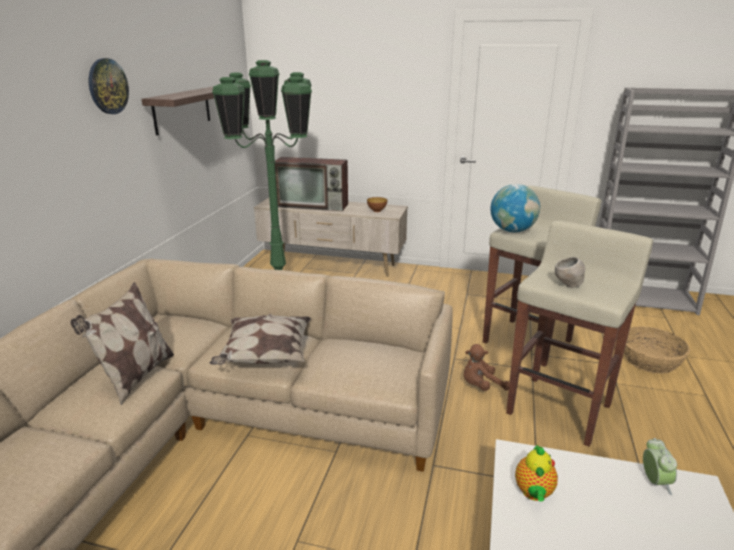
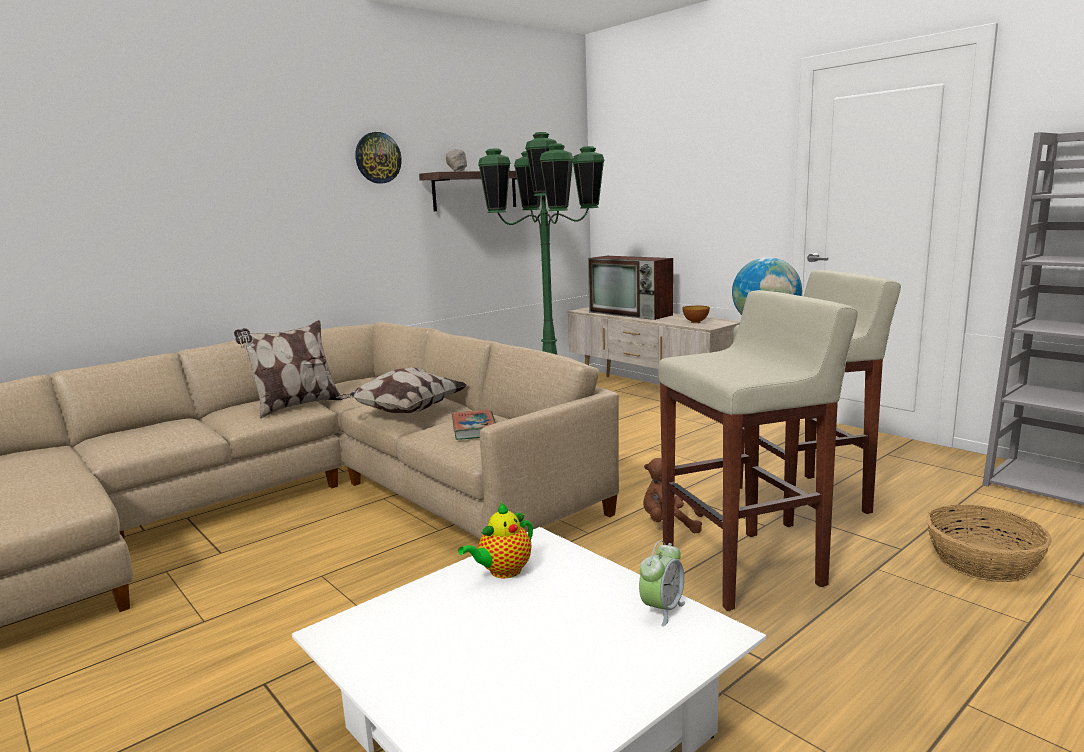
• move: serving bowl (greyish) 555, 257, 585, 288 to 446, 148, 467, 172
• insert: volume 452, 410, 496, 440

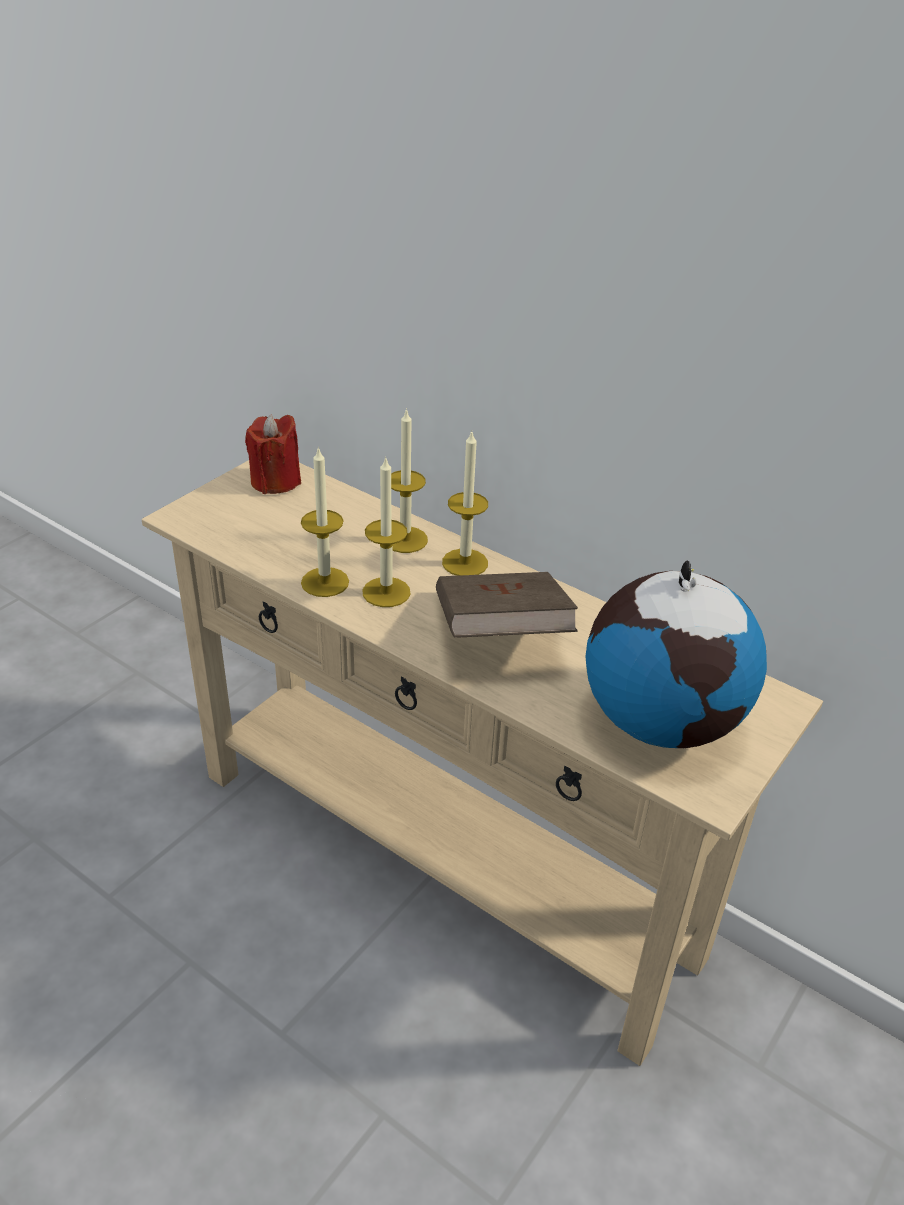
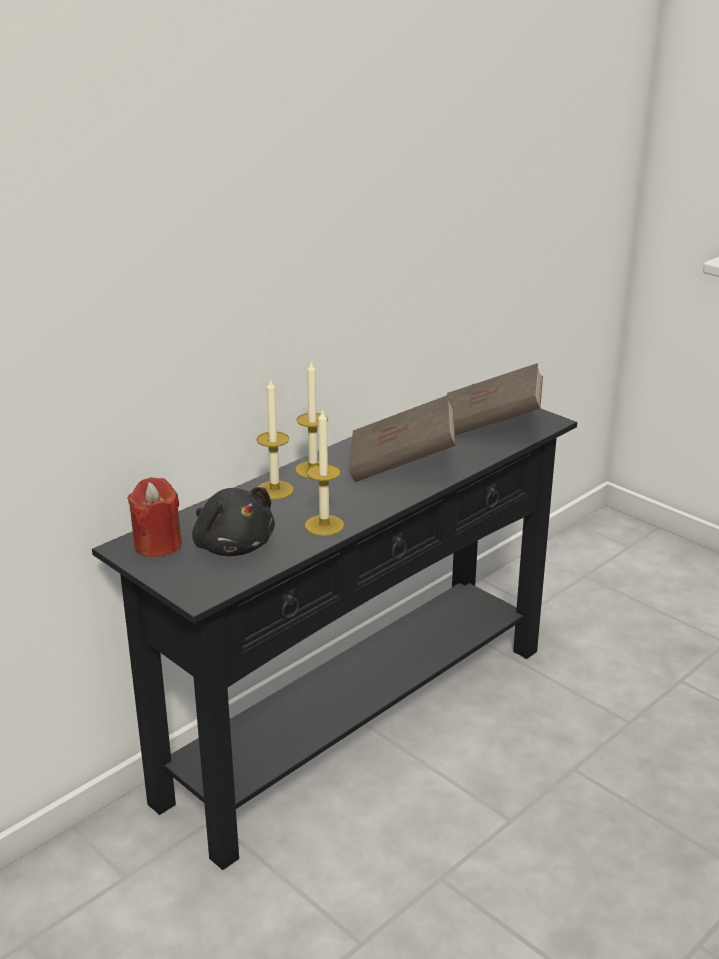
• recolor: console table (beige-coloured) 141, 460, 823, 1066 to console table (black-coloured) 92, 384, 577, 870
• delete: candle 363, 456, 410, 607
• replace: desk globe 586, 561, 767, 748 to volume (brown-coloured) 447, 363, 543, 435
• insert: plush toy (black-coloured) 192, 487, 275, 556

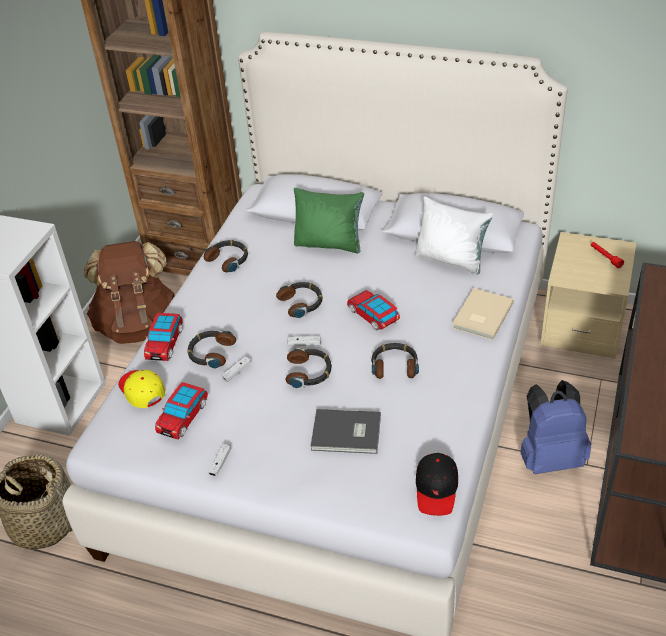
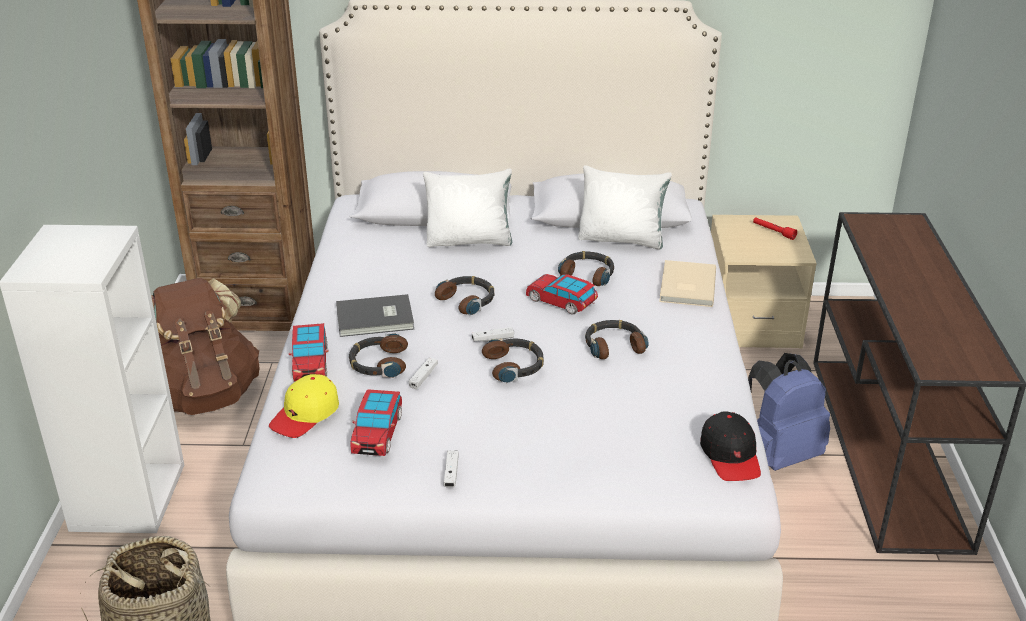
• rotate: cap (yellow-coloured) 118, 370, 165, 408 = 269, 374, 339, 438 90 degrees counterclockwise
• move: headphones 204, 240, 248, 272 to 558, 251, 614, 286
• recolor: throw pillow (green) 294, 188, 364, 253 to throw pillow (white) 423, 169, 512, 247
• move: volume (greyish) 311, 409, 381, 454 to 336, 294, 414, 337

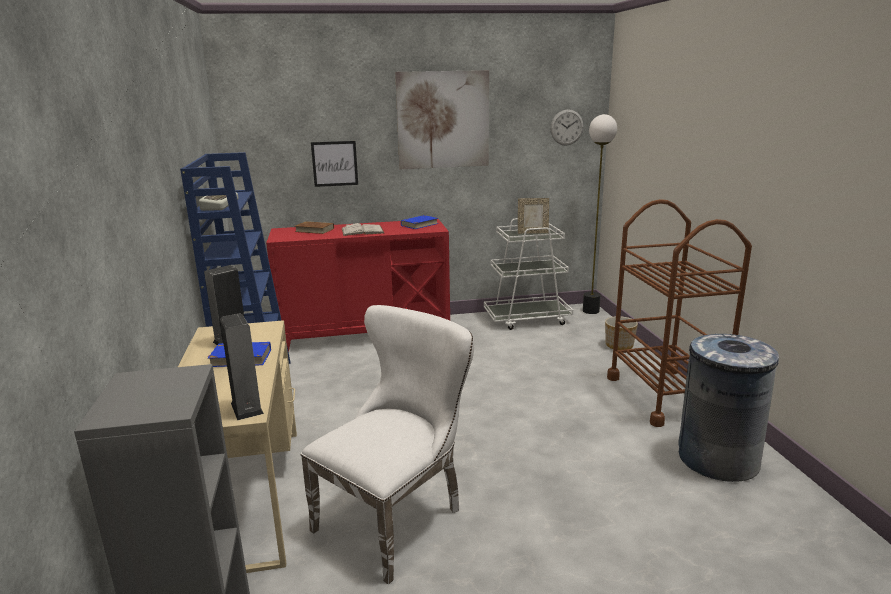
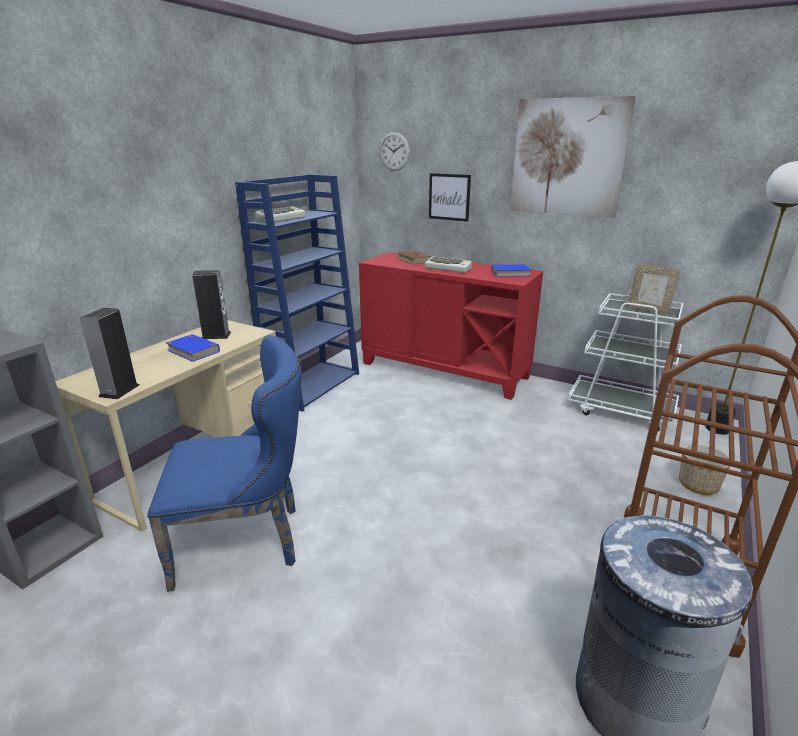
• recolor: plain chair (white) 301, 305, 474, 584 to plain chair (bluish) 147, 335, 301, 592
• replace: volume (white) 342, 223, 384, 236 to PC keyboard 425, 257, 472, 273
• move: hanging clock 550, 109, 584, 146 to 379, 132, 410, 171

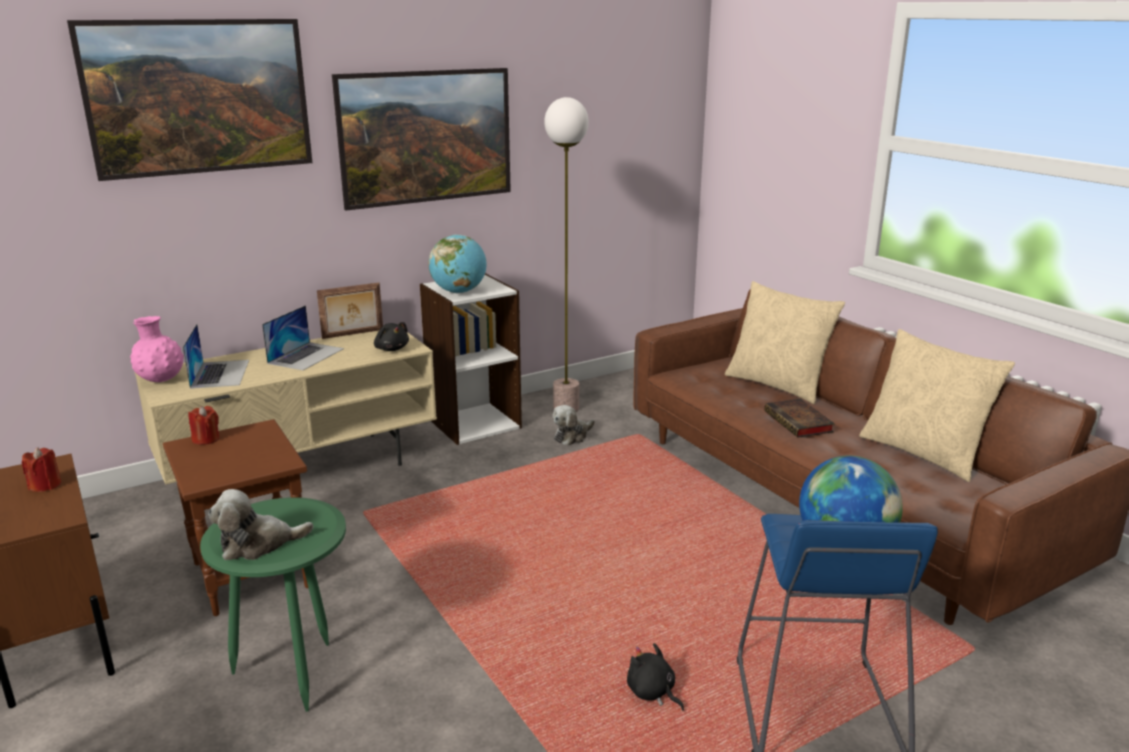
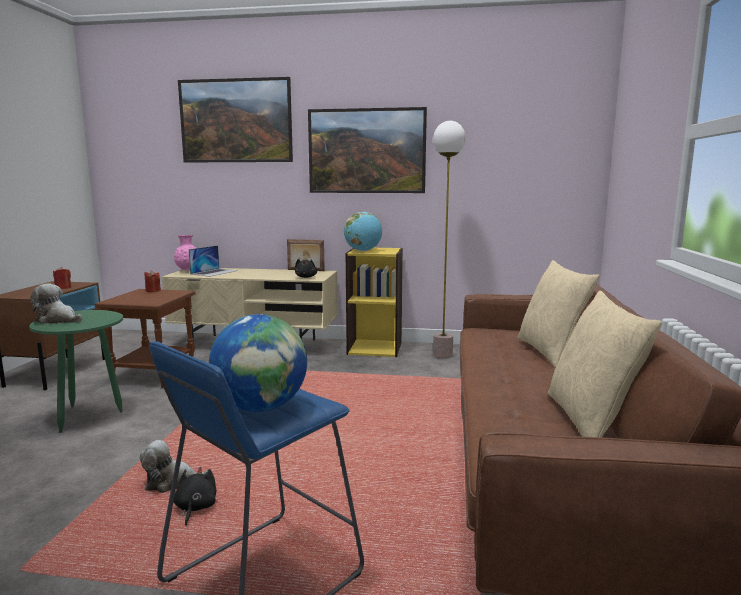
• delete: portable computer 262, 305, 344, 370
• recolor: bookshelf (white) 420, 273, 522, 445 to bookshelf (yellow-coloured) 346, 248, 403, 357
• move: plush toy 552, 405, 595, 446 to 140, 440, 207, 493
• delete: volume 764, 399, 835, 438

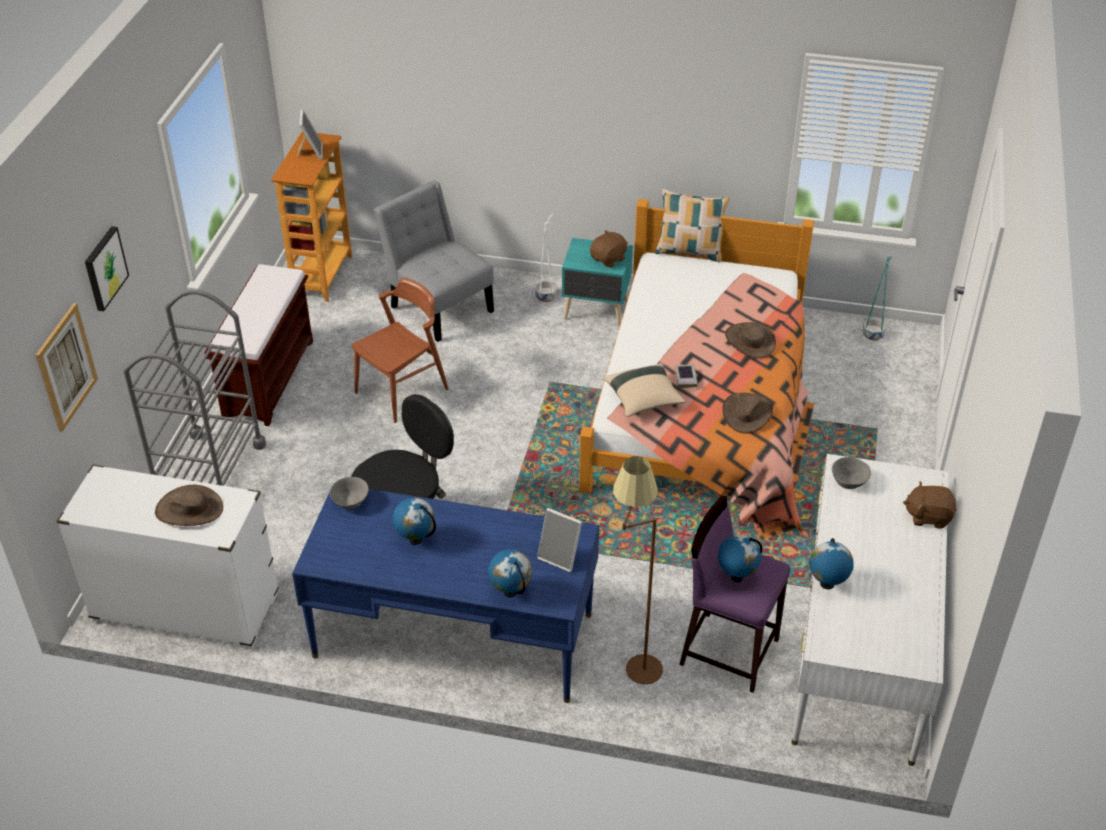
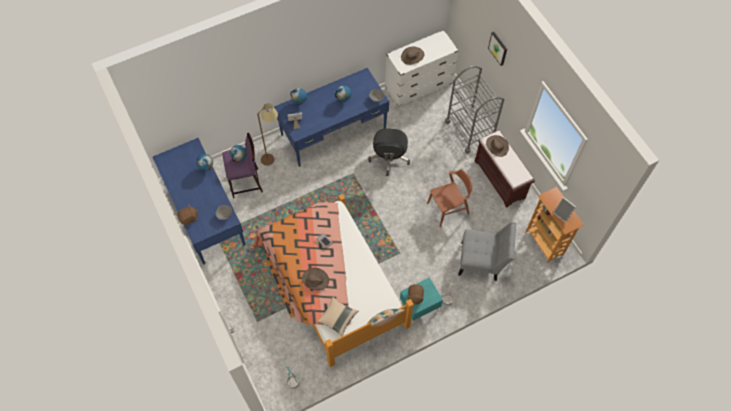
• delete: wall art 36, 303, 98, 432
• rotate: plain chair (brown-coloured) 352, 278, 449, 423 = 427, 169, 472, 227 120 degrees counterclockwise
• move: throw pillow (beige-coloured) 603, 363, 686, 417 to 317, 297, 358, 336
• move: wearable hat (brown-coloured) 722, 393, 773, 434 to 486, 135, 509, 157
• recolor: desk (white) 791, 454, 949, 766 to desk (bluish) 153, 138, 246, 264

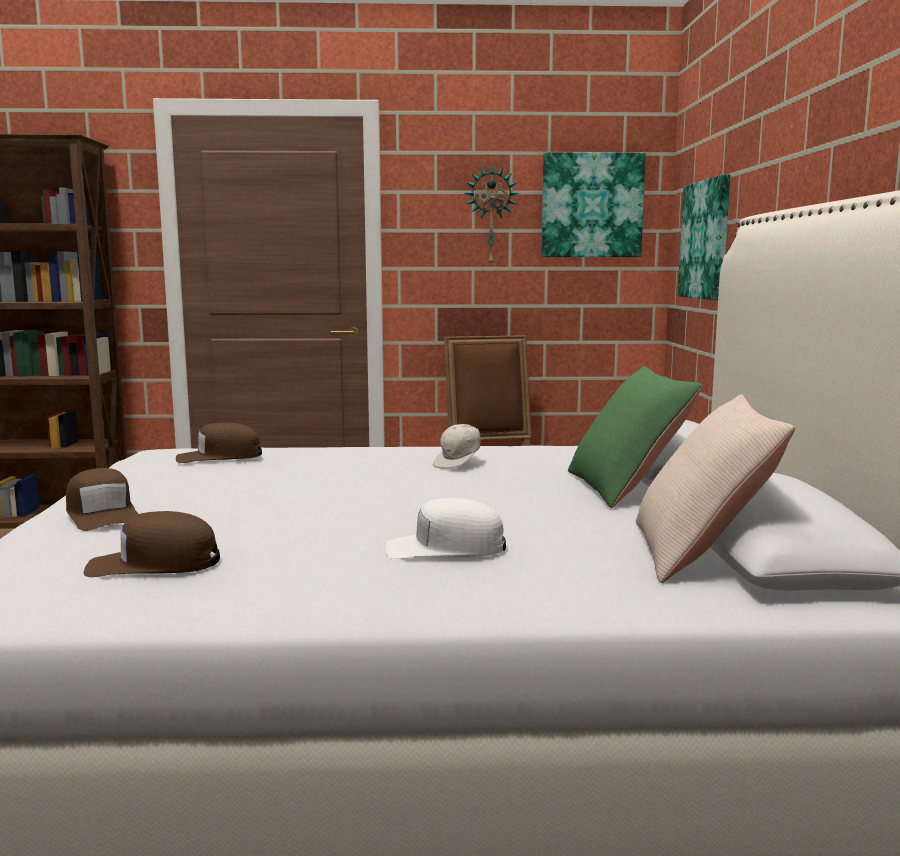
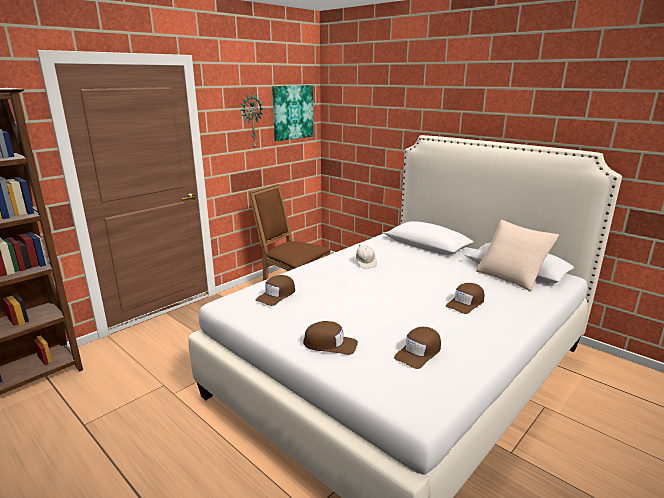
• recolor: cap (white) 386, 498, 506, 559 to cap (brown-coloured) 446, 283, 484, 314
• delete: throw pillow (green) 568, 366, 703, 508
• delete: wall art 678, 174, 730, 300

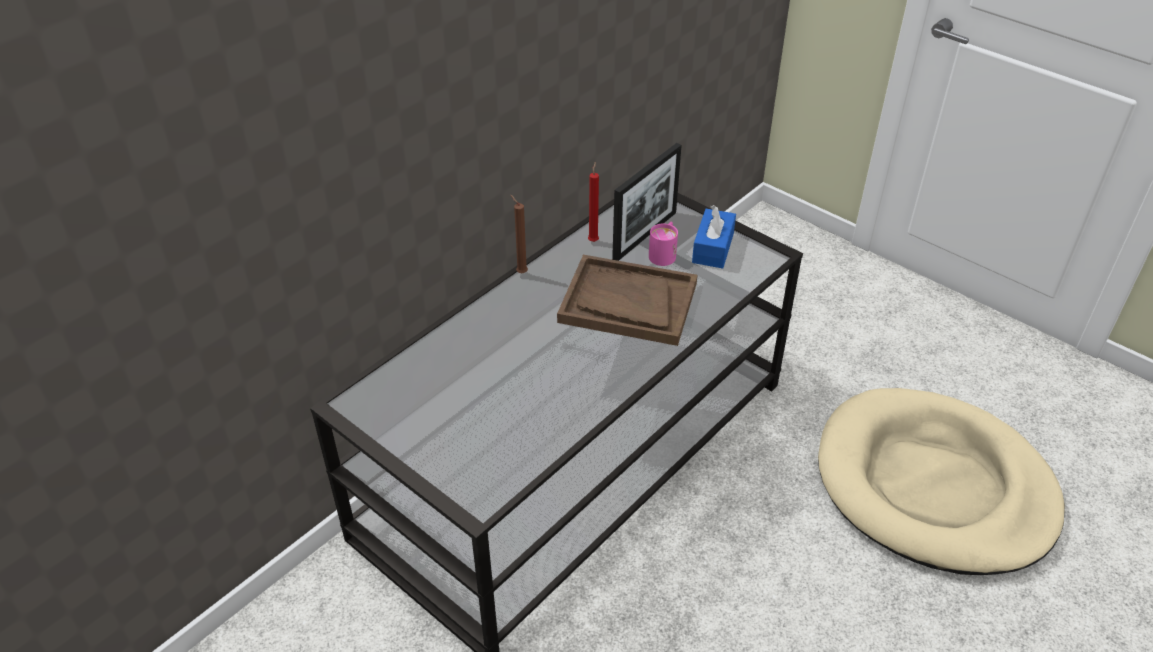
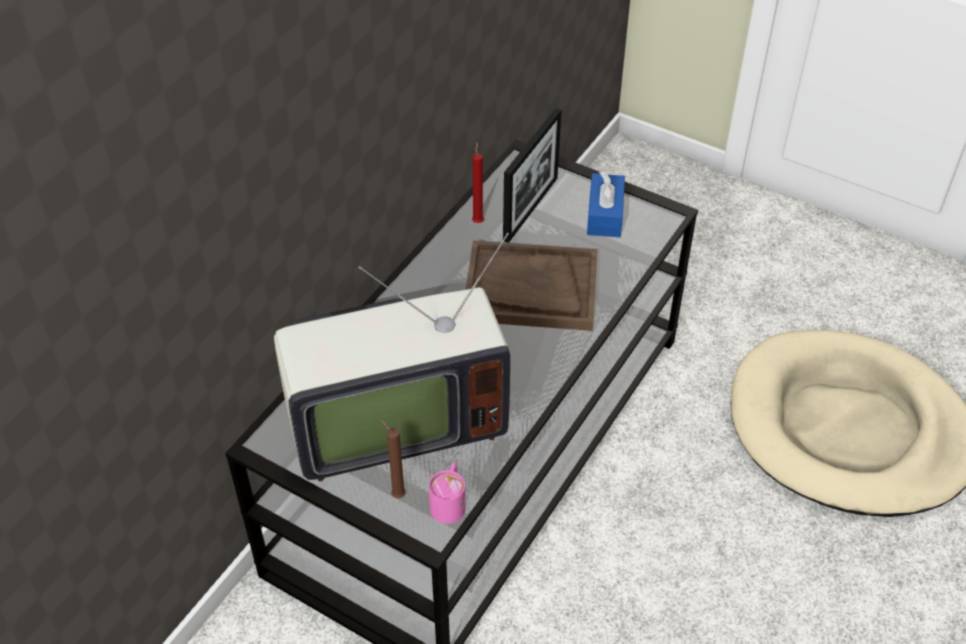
• move: candle (brown-coloured) 511, 195, 528, 273 to 381, 421, 406, 498
• move: tea mug (pink-coloured) 649, 222, 678, 266 to 429, 462, 466, 524
• insert: television 274, 233, 510, 482

